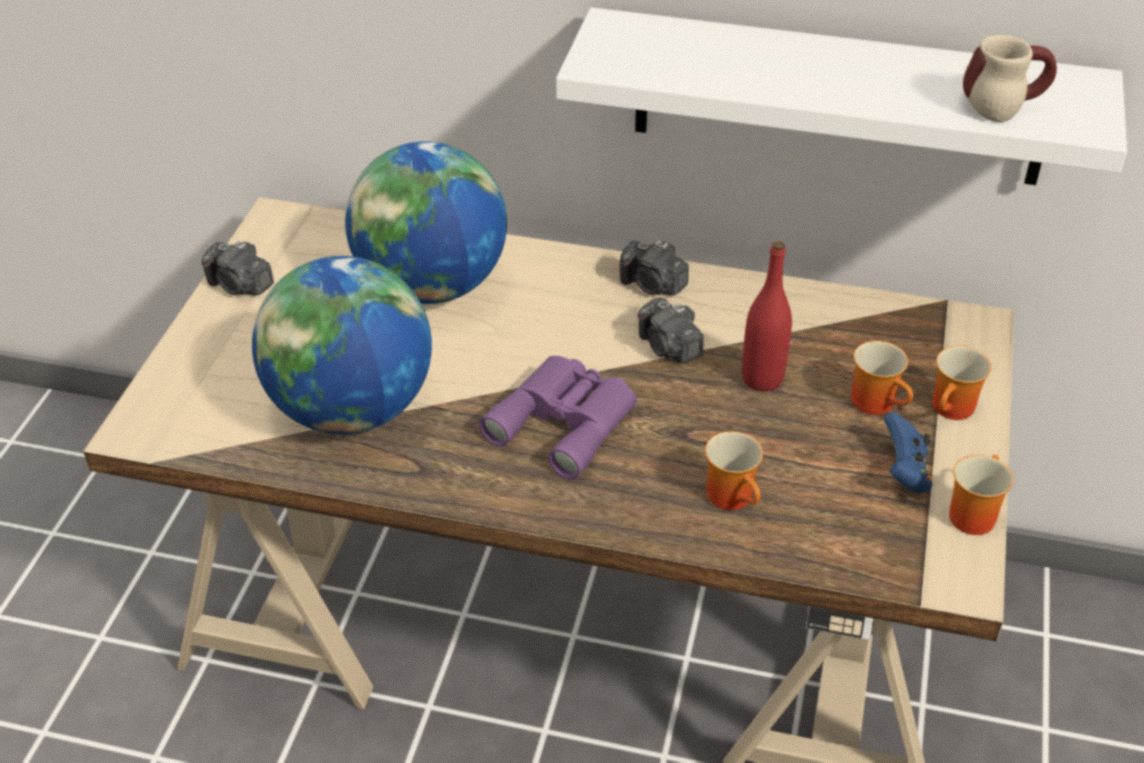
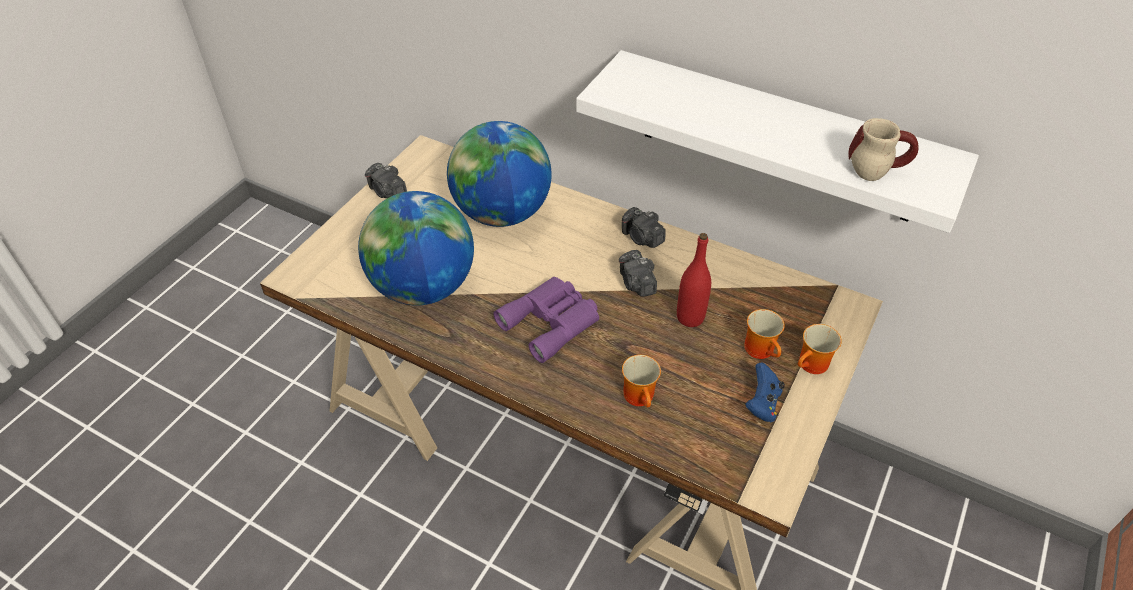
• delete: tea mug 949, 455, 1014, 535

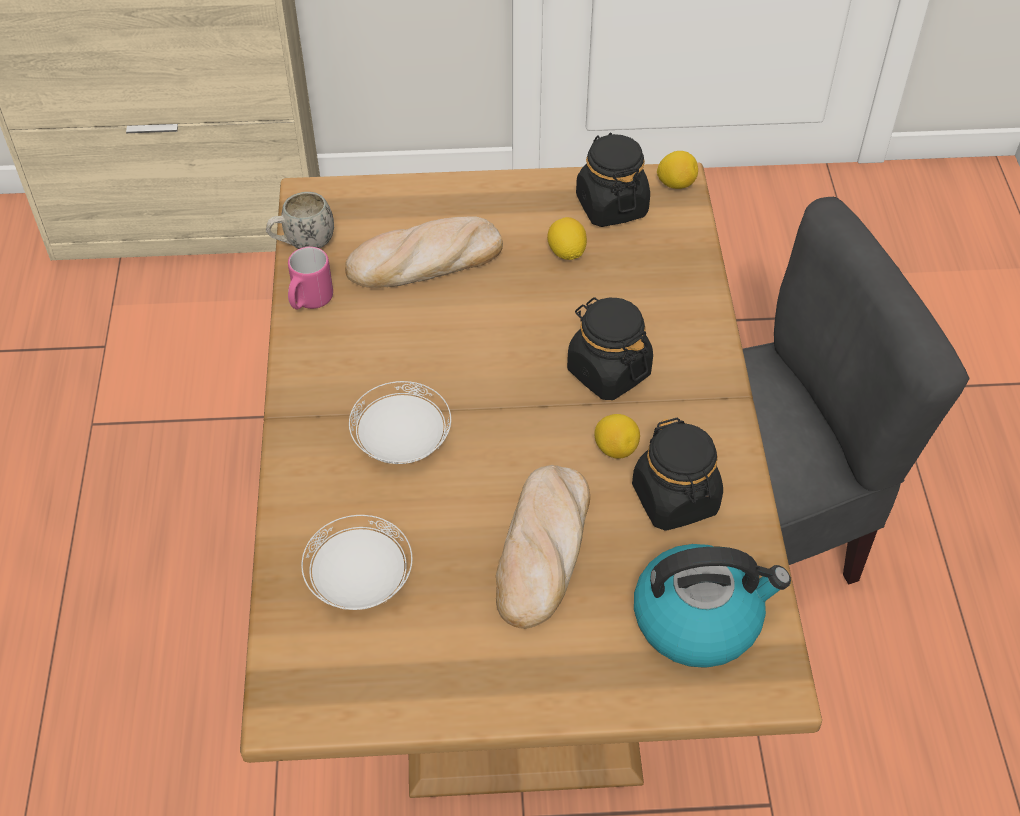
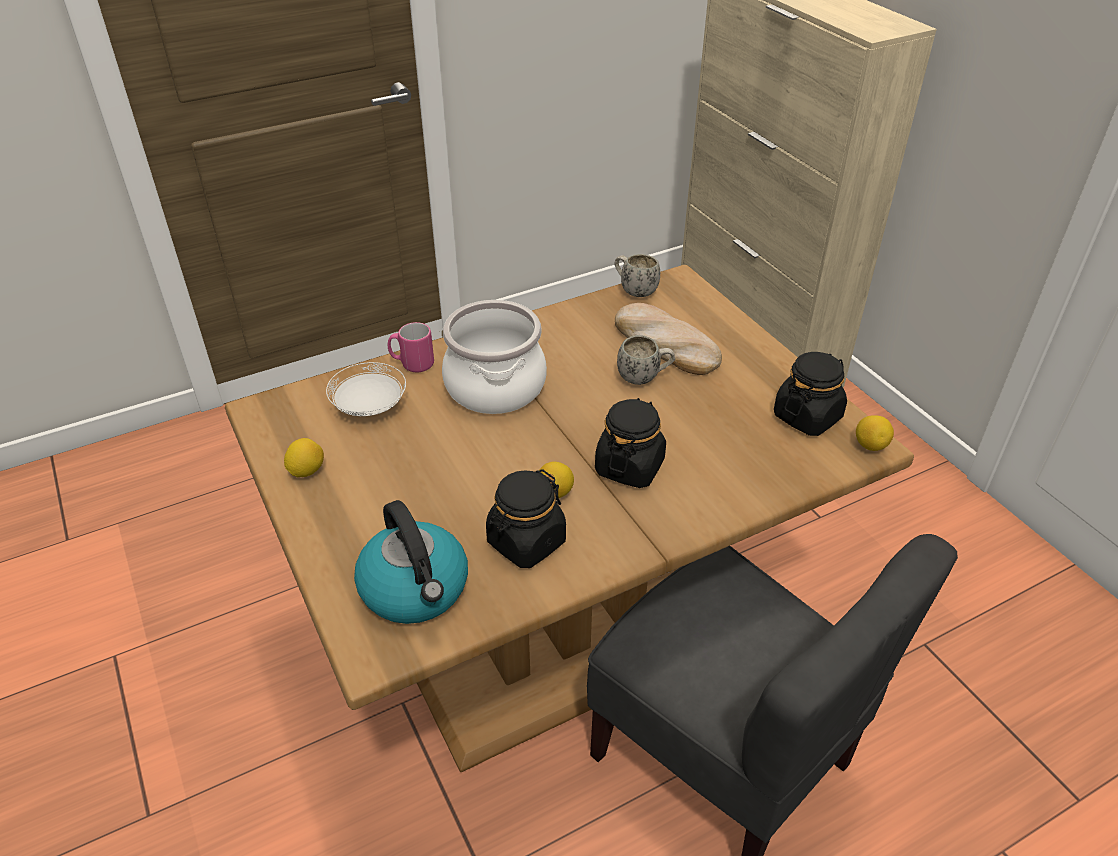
• move: tea mug (pink-coloured) 288, 247, 333, 309 to 388, 322, 434, 372
• replace: flat dish (white) 349, 381, 451, 464 to cooking pot 442, 300, 547, 414
• delete: bakery bread 496, 465, 590, 629
• move: lemon 547, 217, 587, 260 to 284, 438, 324, 477
• insert: tea mug (white) 617, 335, 675, 385

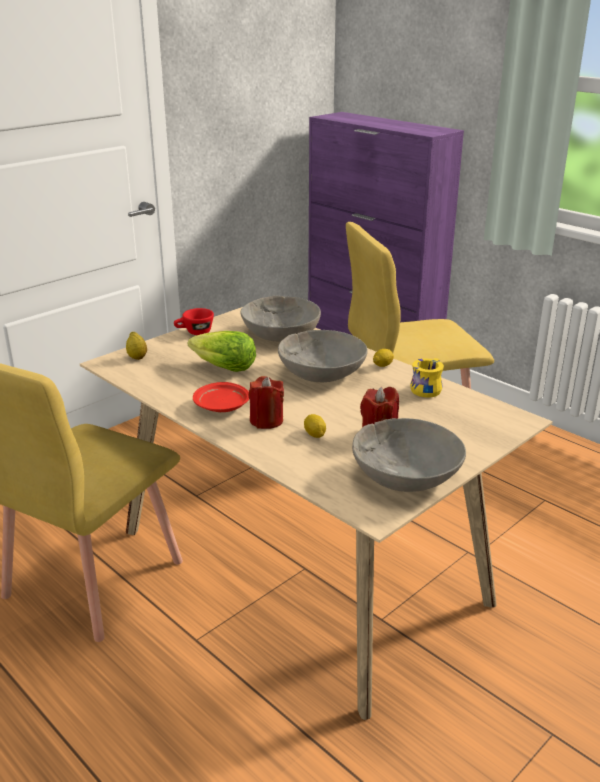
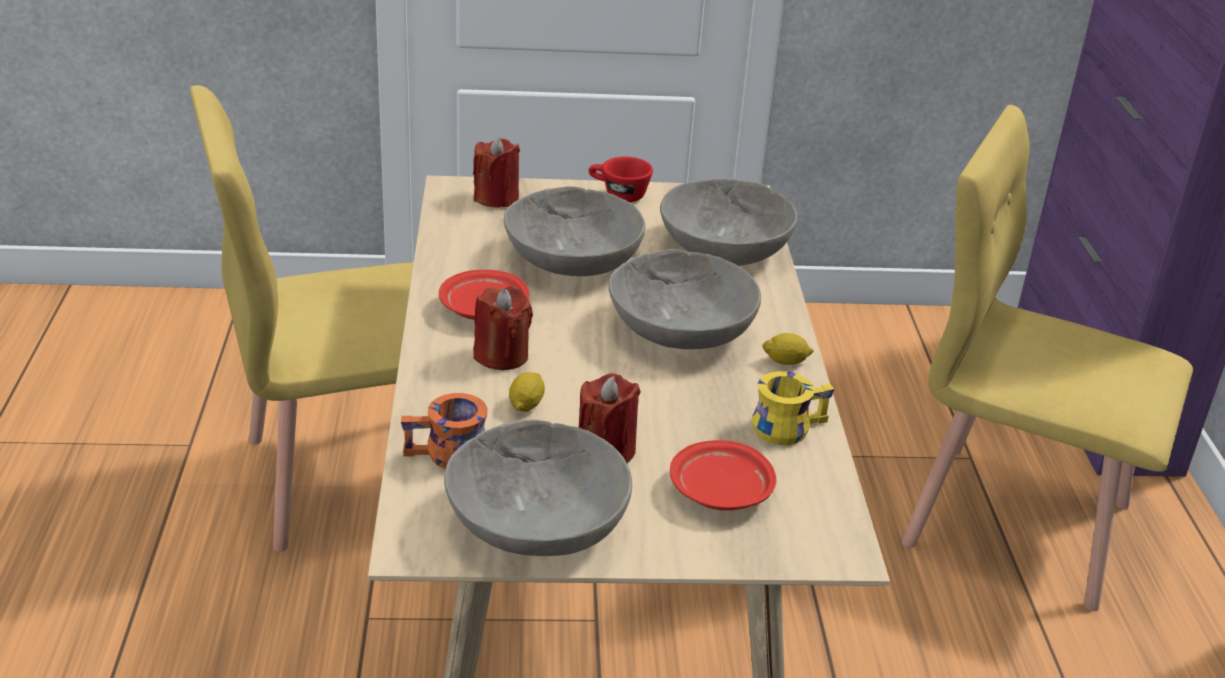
• replace: lemon 126, 332, 147, 360 to candle (reddish) 473, 137, 520, 208
• replace: lettuce head 188, 331, 256, 372 to serving bowl (greyish) 504, 186, 645, 276
• insert: tea mug (orange-coloured) 401, 393, 487, 469
• insert: flat dish (reddish) 670, 440, 777, 510

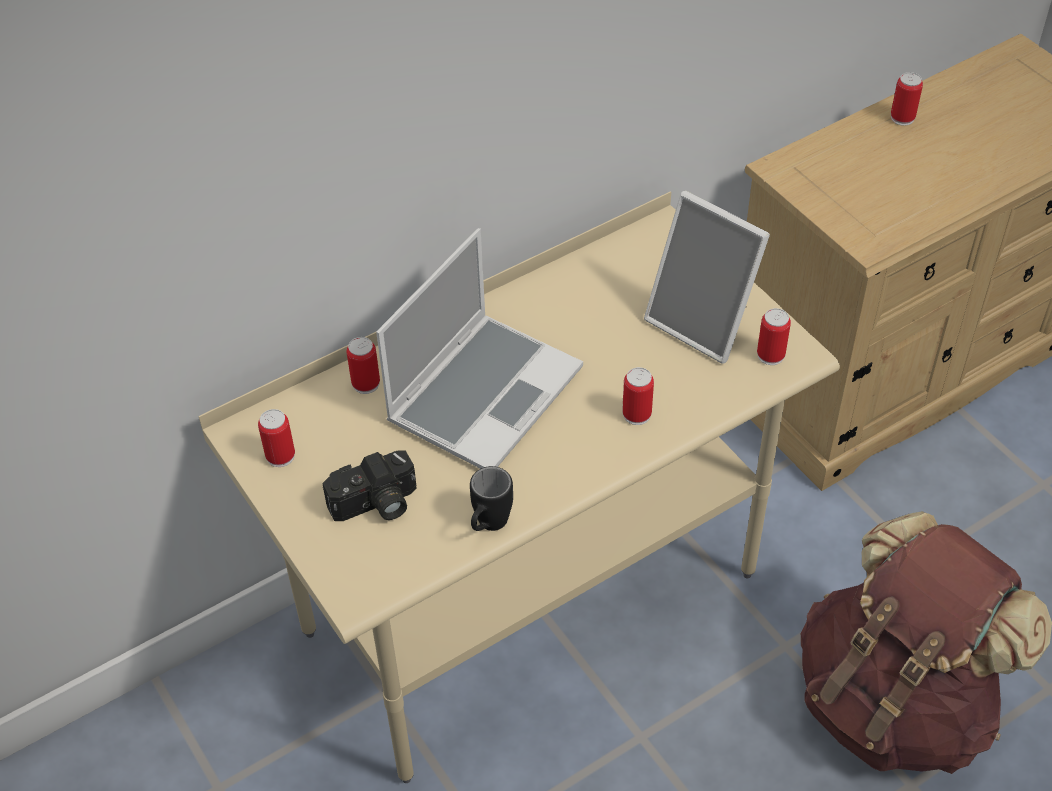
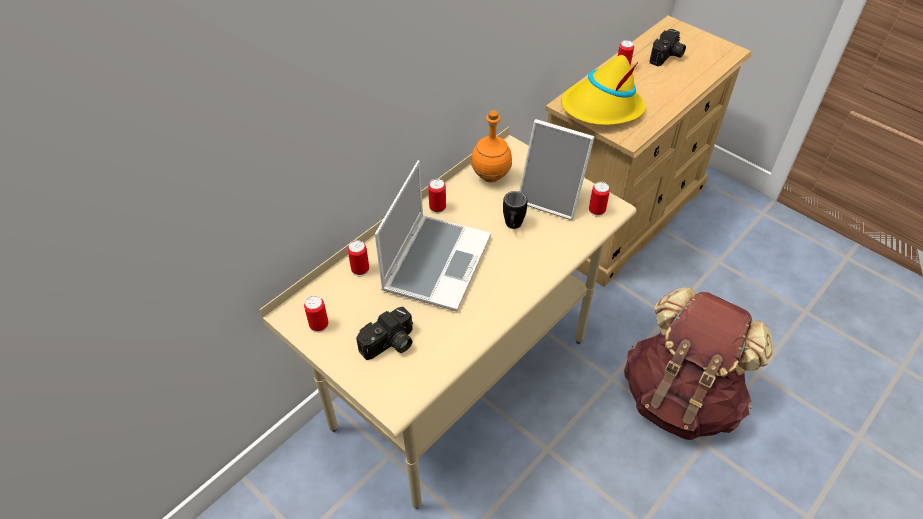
• move: tea mug (black-coloured) 470, 466, 513, 531 to 503, 191, 527, 229
• move: can 622, 367, 654, 425 to 428, 179, 446, 214
• insert: bottle (orange-coloured) 471, 110, 512, 183
• insert: wearable hat (yellow-coloured) 561, 55, 645, 125
• insert: still camera 650, 29, 686, 66

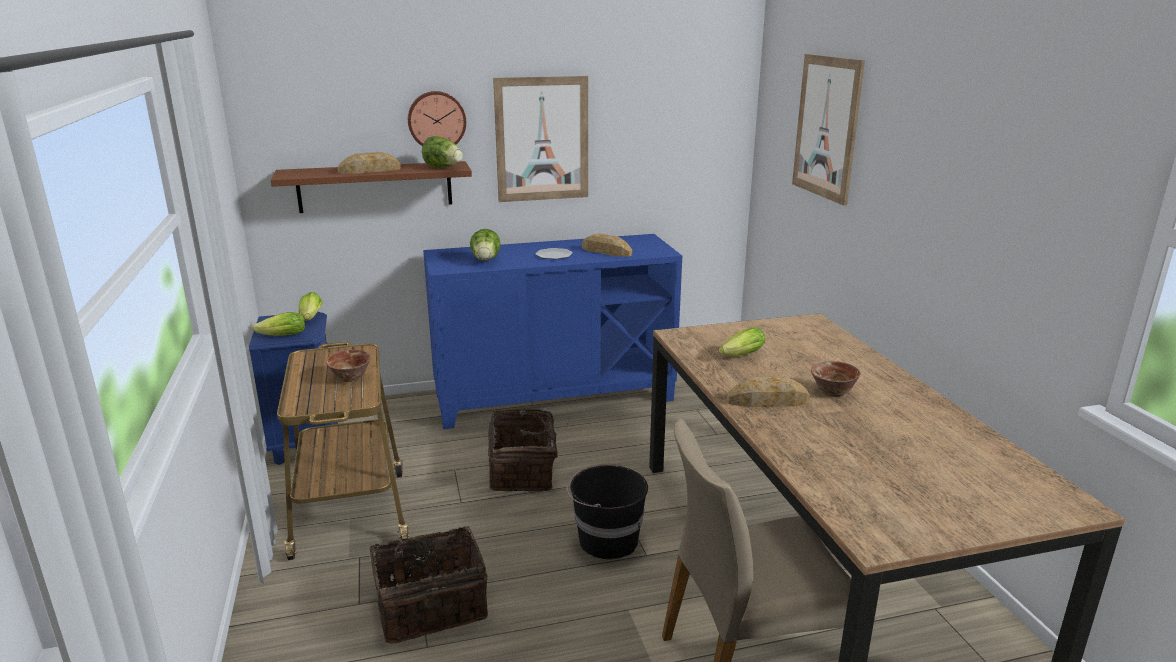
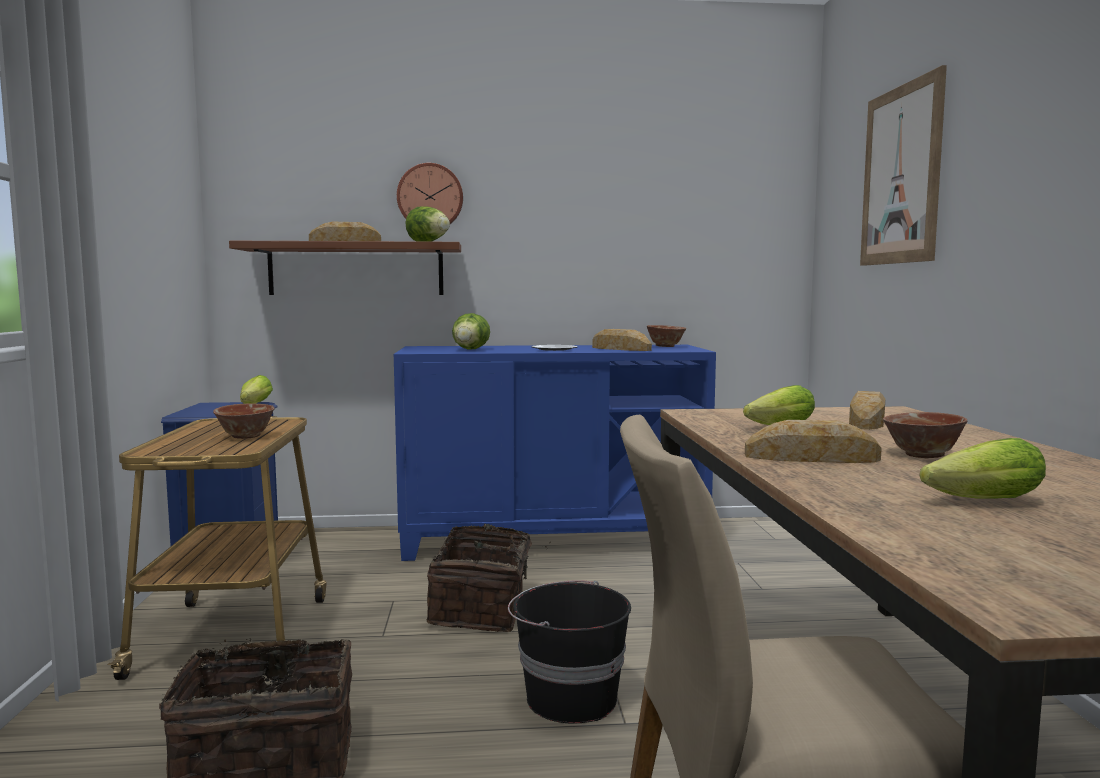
• move: lettuce head 253, 312, 305, 336 to 920, 438, 1046, 499
• delete: wall art 493, 76, 588, 202
• insert: serving bowl 647, 325, 686, 347
• insert: bakery bread 849, 391, 885, 430

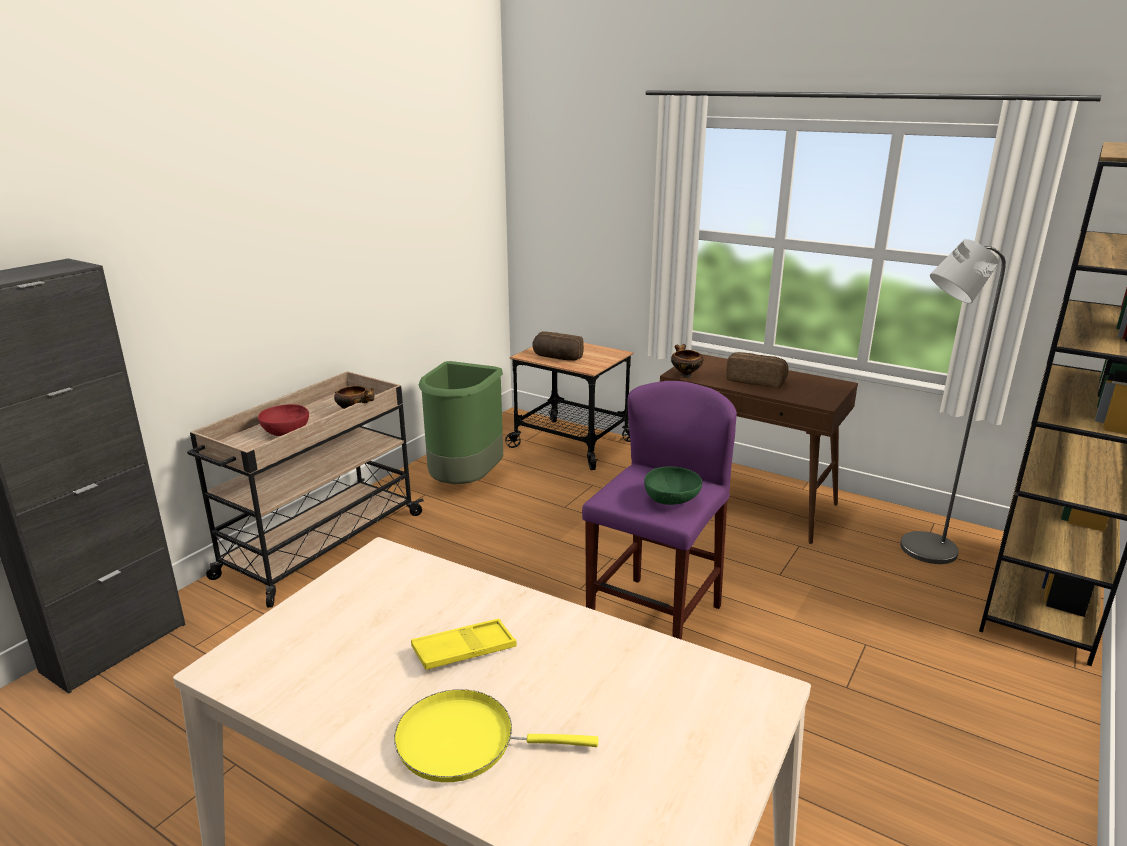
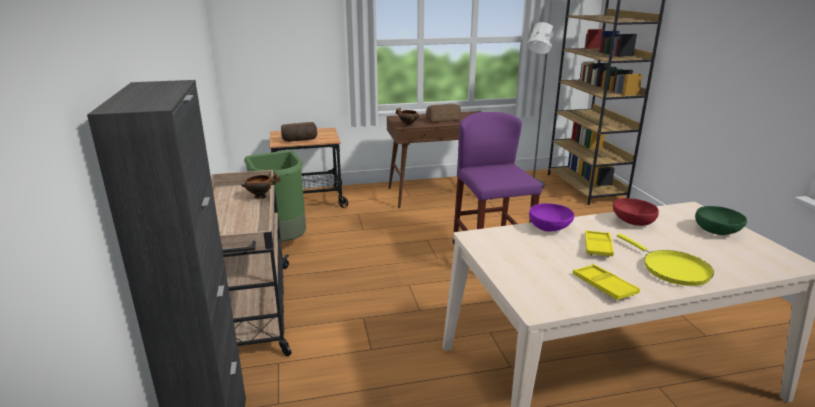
• move: serving bowl (reddish) 258, 404, 309, 436 to 613, 198, 659, 226
• rotate: pan (yellow-coloured) 394, 689, 598, 782 = 617, 234, 714, 286 75 degrees counterclockwise
• move: serving bowl (green) 644, 467, 702, 505 to 695, 206, 747, 235
• insert: serving bowl (purple-coloured) 529, 203, 574, 232
• insert: carrying tray (yellow-coloured) 573, 264, 640, 300

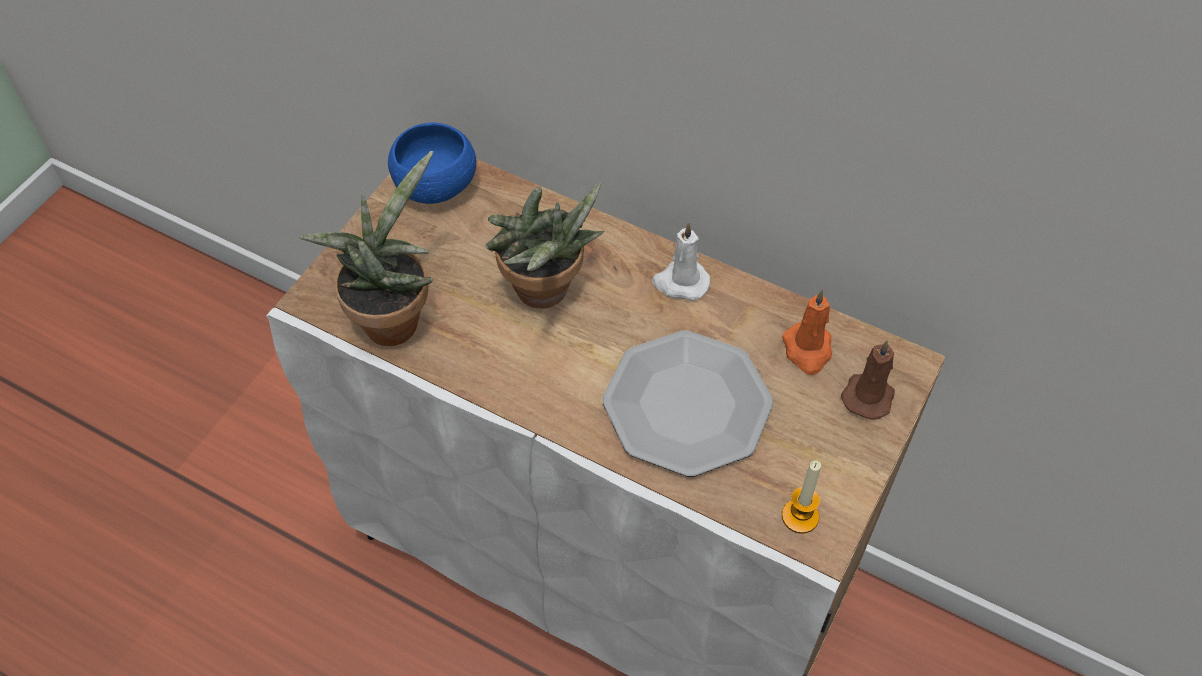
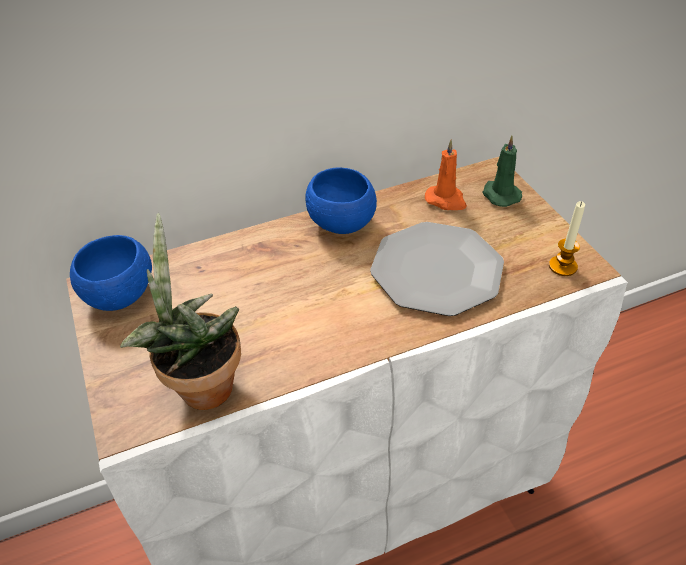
• delete: potted plant 485, 182, 604, 308
• replace: candle (white) 652, 222, 710, 300 to serving bowl (bluish) 305, 167, 377, 234
• recolor: candle (brown-coloured) 841, 340, 895, 420 to candle (green) 482, 135, 522, 207

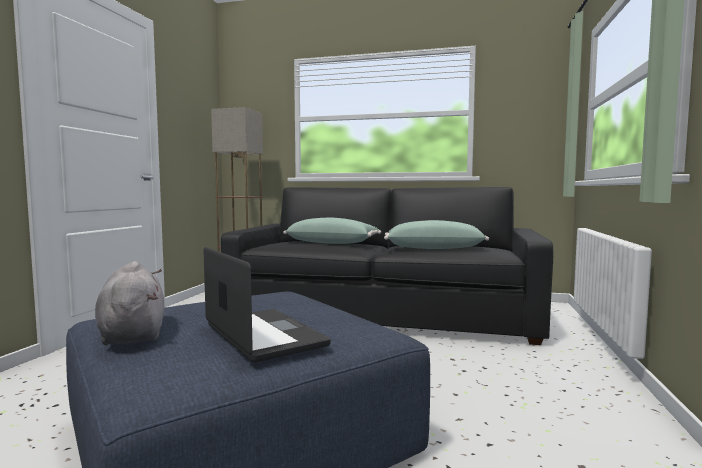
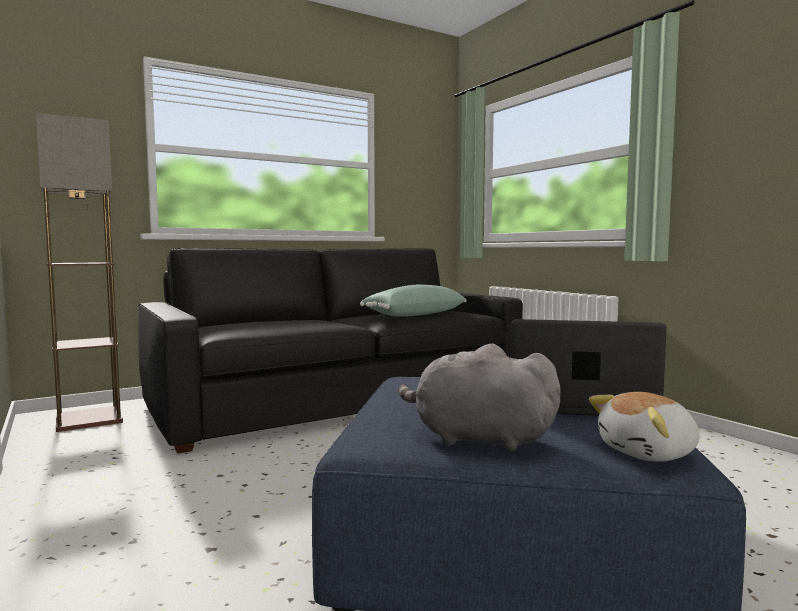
• delete: throw pillow (green) 283, 218, 381, 244
• insert: plush toy 589, 392, 700, 462

